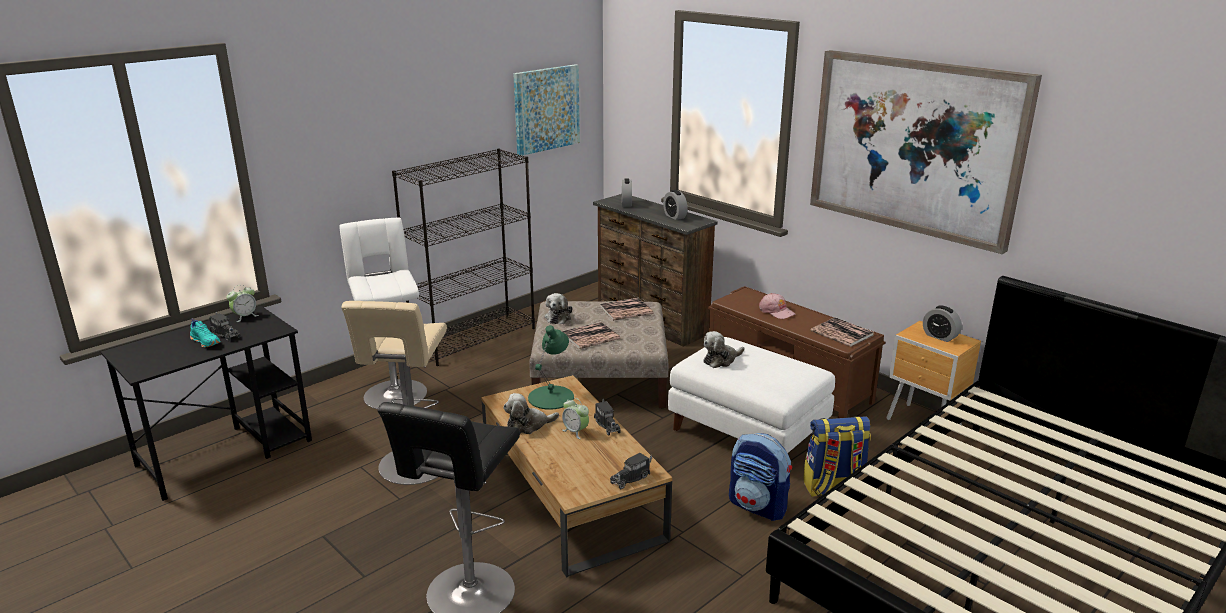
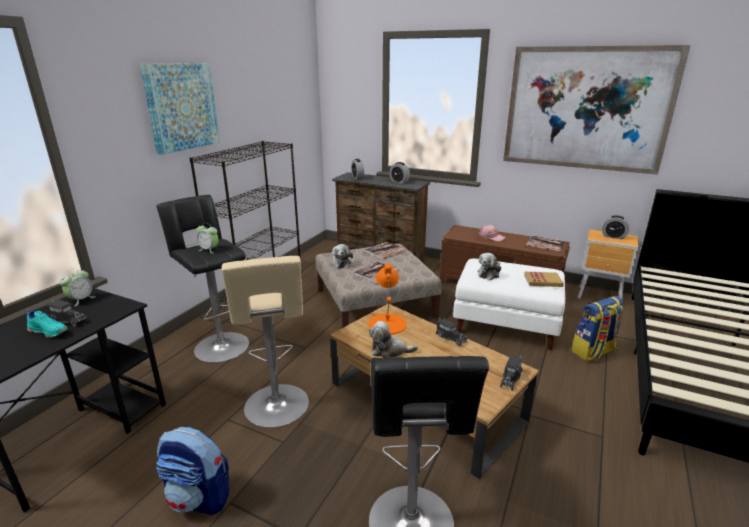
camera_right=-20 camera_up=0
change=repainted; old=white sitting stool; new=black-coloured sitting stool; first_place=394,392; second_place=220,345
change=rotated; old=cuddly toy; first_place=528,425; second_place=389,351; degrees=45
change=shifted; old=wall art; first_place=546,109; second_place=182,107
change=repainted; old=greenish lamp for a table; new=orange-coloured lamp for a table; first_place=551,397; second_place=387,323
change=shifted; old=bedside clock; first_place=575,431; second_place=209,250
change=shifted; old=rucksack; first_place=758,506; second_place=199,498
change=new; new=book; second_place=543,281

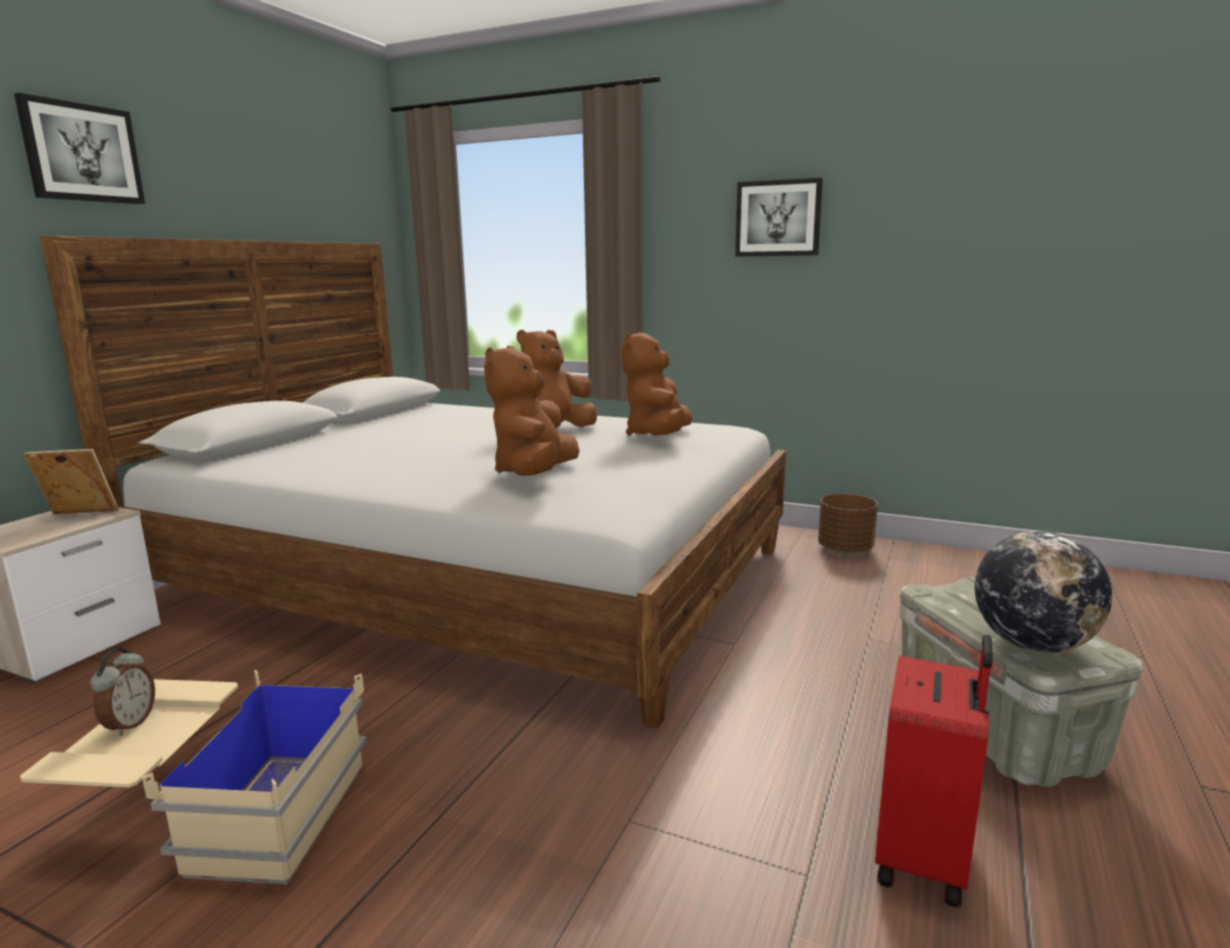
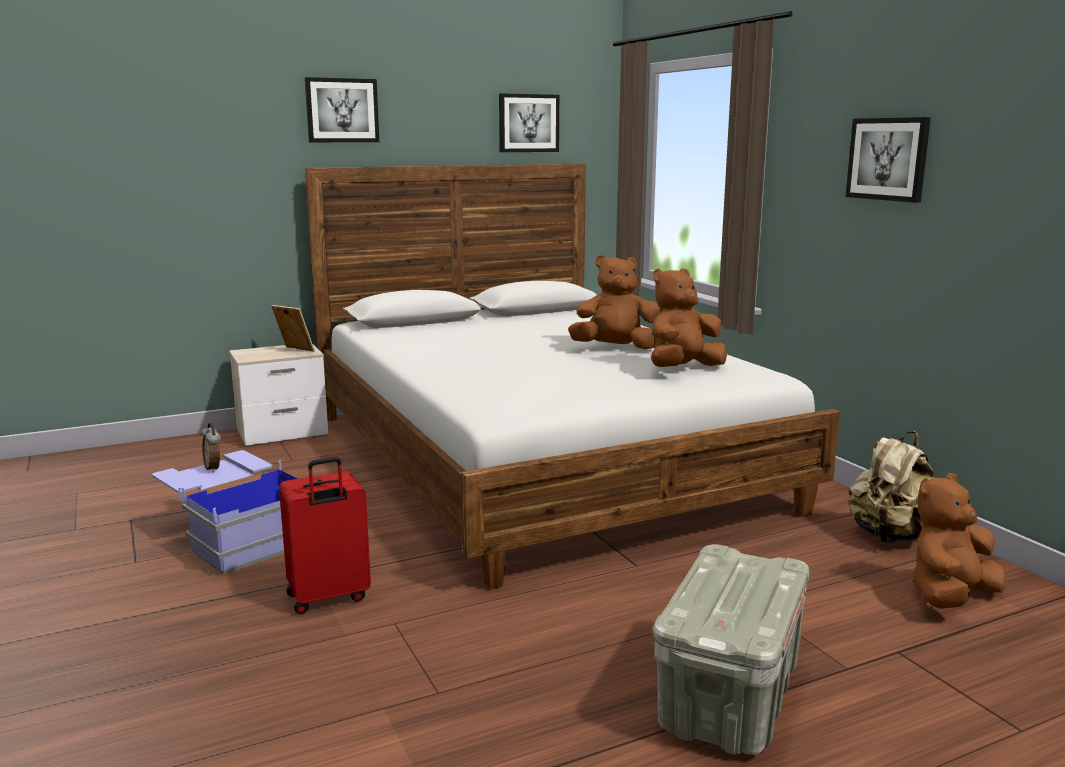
camera_right=40 camera_up=0
change=repainted; old=beige storage container; new=bluish storage container; first_place=220,815; second_place=237,536
change=rotated; old=bedside clock; first_place=129,724; second_place=214,468; degrees=105
change=shifted; old=brown cuddly toy; first_place=534,474; second_place=950,597
change=swapped; old=brown plant pot; new=beige rucksack; first_place=845,550; second_place=889,536
change=shifted; old=red-coloured suitcase; first_place=924,858; second_place=328,598
change=gone; old=desk globe; first_place=1032,645
change=new; new=wall art; second_place=528,123

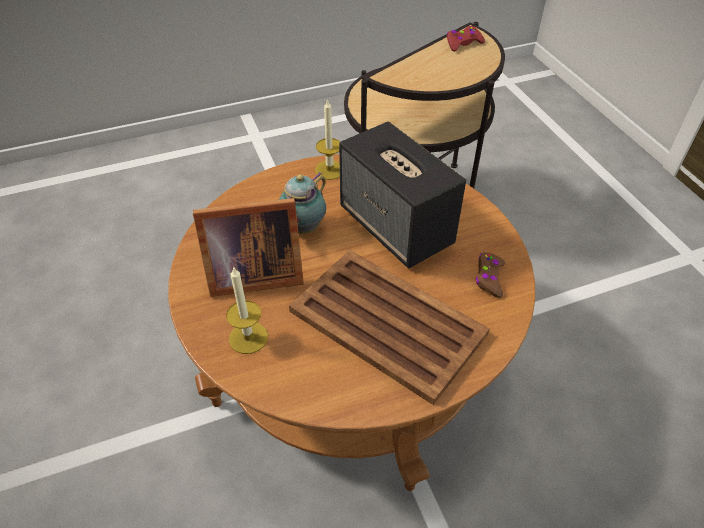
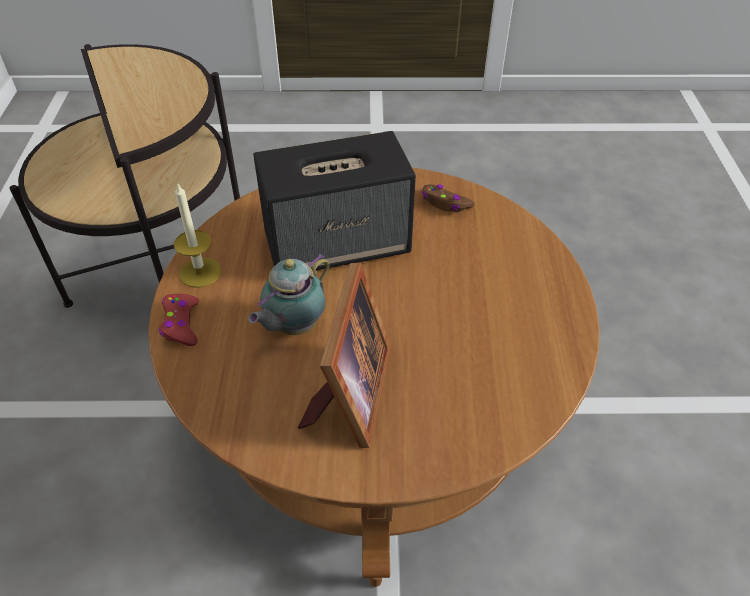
camera_right=-70 camera_up=0
change=gone; old=candle; first_place=248,337
change=rotated; old=pot for tea; first_place=302,229; second_place=293,326; degrees=75
change=gone; old=brown serving tray; first_place=385,321
change=shifted; old=red-coloured game controller; first_place=463,43; second_place=181,324

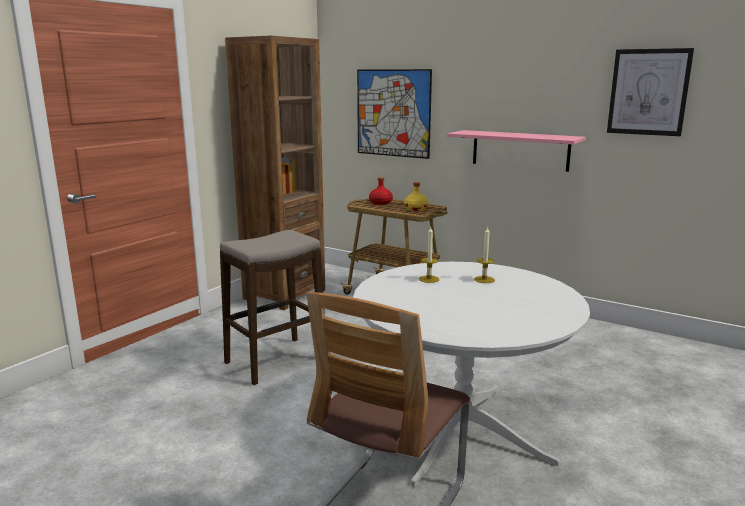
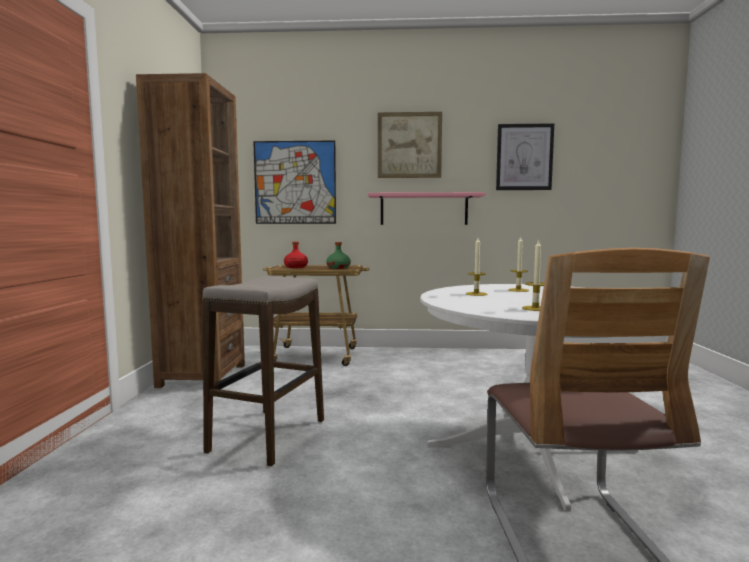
camera_right=-30 camera_up=-10
change=repainted; old=yellow beverage bottle; new=greenish beverage bottle; first_place=416,209; second_place=338,268
change=new; new=wall art; second_place=409,145
change=new; new=candle; second_place=535,308

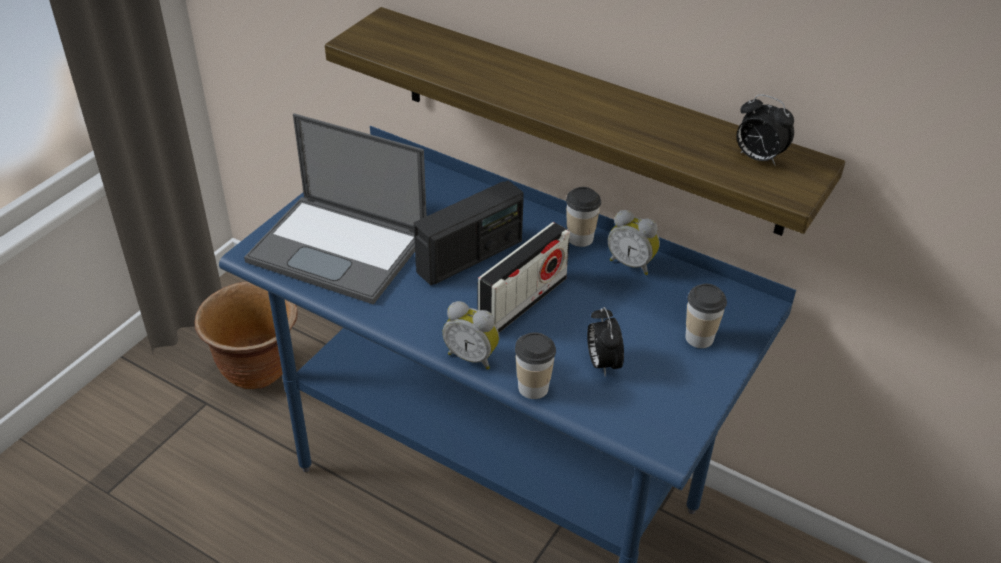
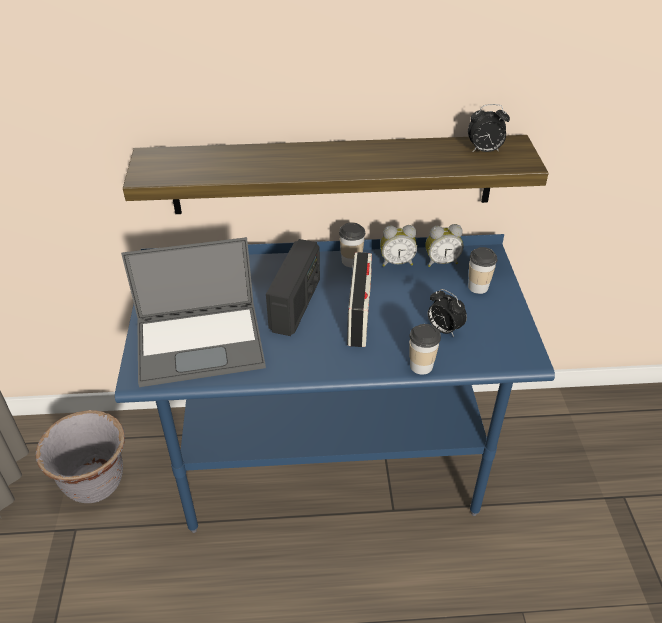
camera_right=-35 camera_up=0
change=repainted; old=brown plant pot; new=gray plant pot; first_place=257,370; second_place=95,483
change=shifted; old=bedside clock; first_place=472,356; second_place=441,262

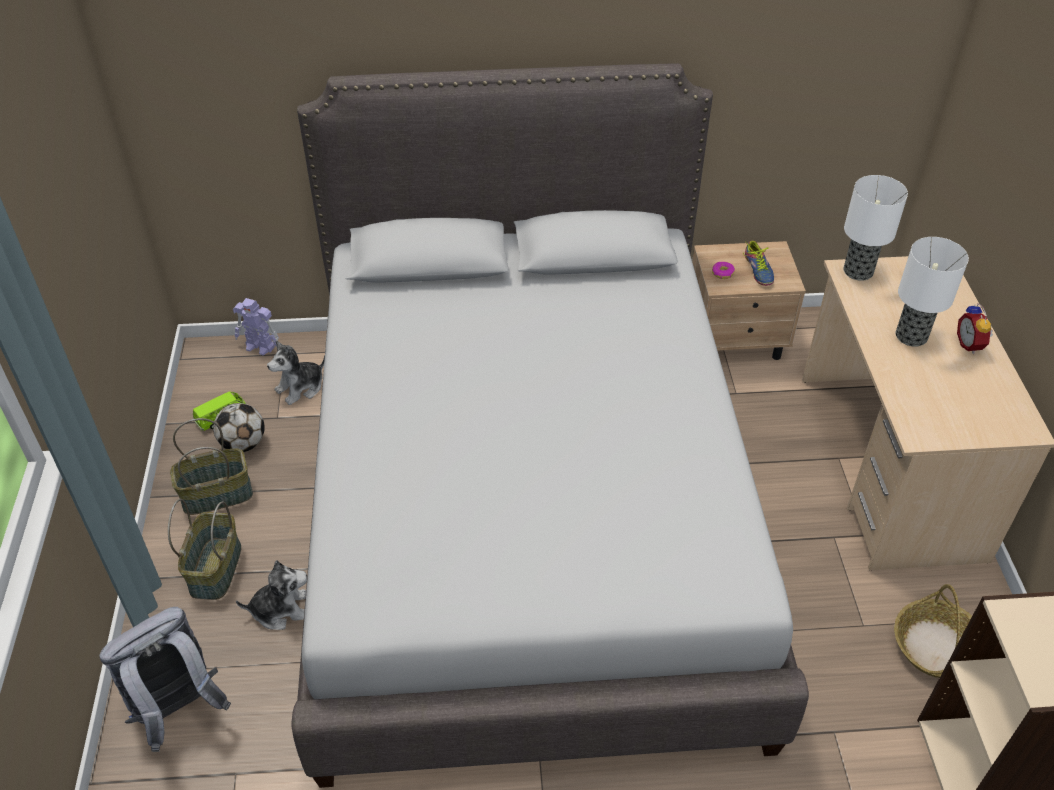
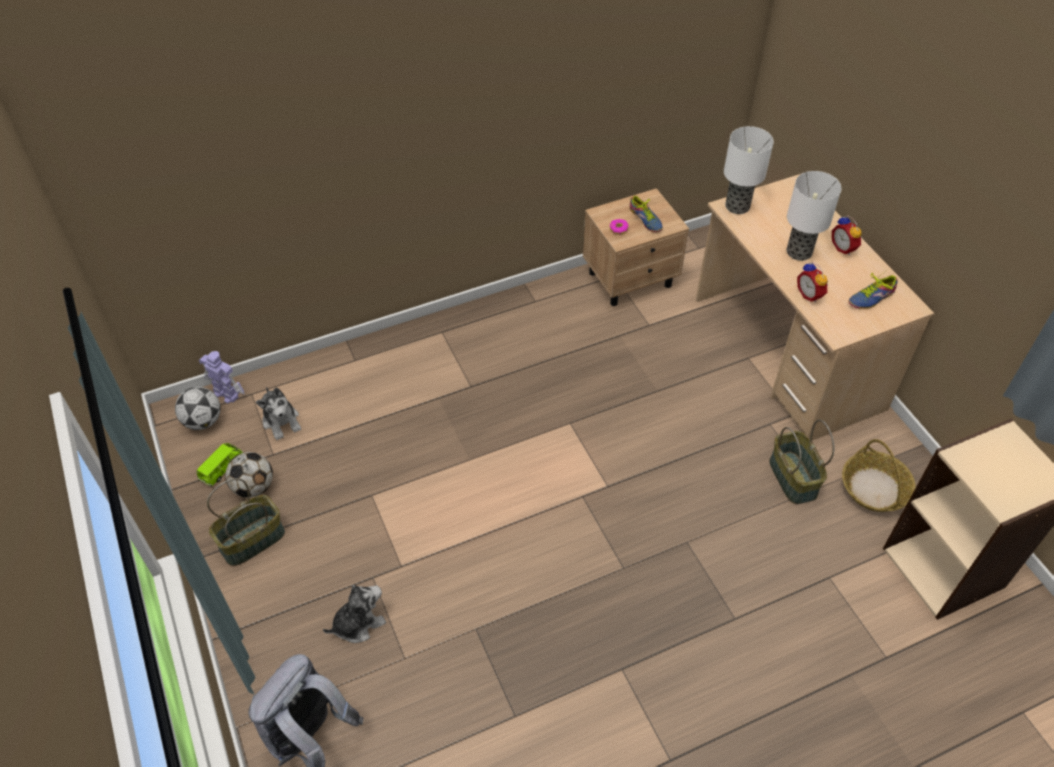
camera_right=-20 camera_up=5
change=shifted; old=basket; first_place=214,568; second_place=791,477
change=rotated; old=robot figure; first_place=260,347; second_place=226,393; degrees=-150
change=rotated; old=cuddly toy; first_place=301,388; second_place=281,421; degrees=-60
change=gone; old=gray bedroom bed; first_place=527,513
change=new; new=ball for football; second_place=203,421
change=new; new=bedside clock; second_place=810,294
change=new; new=low shoe; second_place=869,296

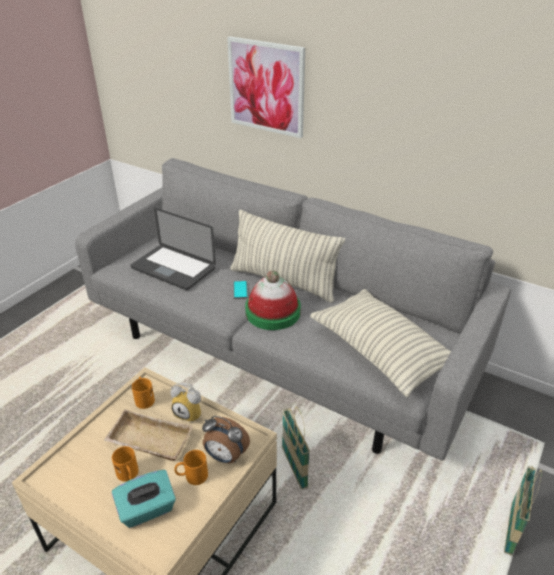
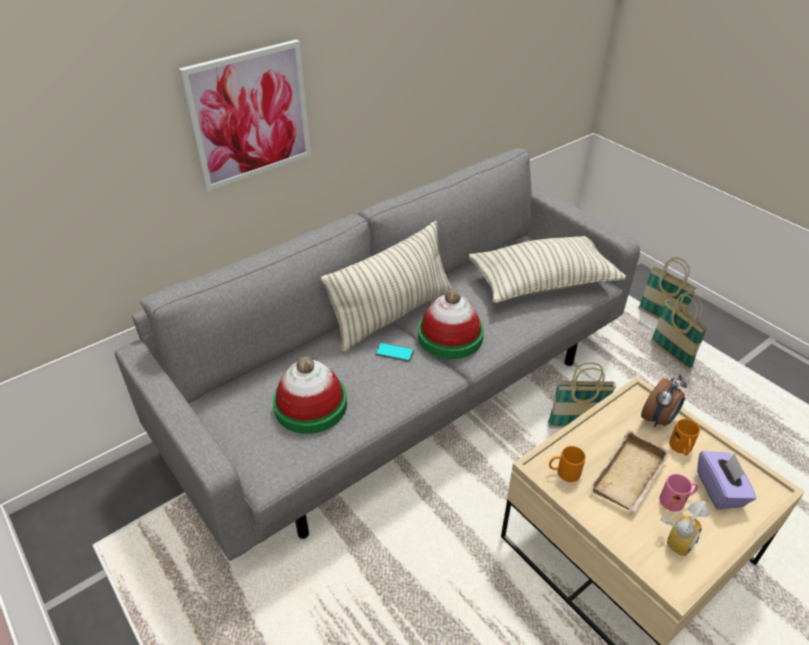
camera_right=-70 camera_up=5
change=repainted; old=orange-coloured mug; new=pink-coloured mug; first_place=129,475; second_place=676,500
change=repainted; old=turquoise-coloured box of tissues; new=purplish box of tissues; first_place=147,509; second_place=720,490
change=swapped; old=laptop; new=clothing hat; first_place=173,268; second_place=310,405
change=shifted; old=bedside clock; first_place=190,413; second_place=675,538
change=new; new=basket; second_place=670,355

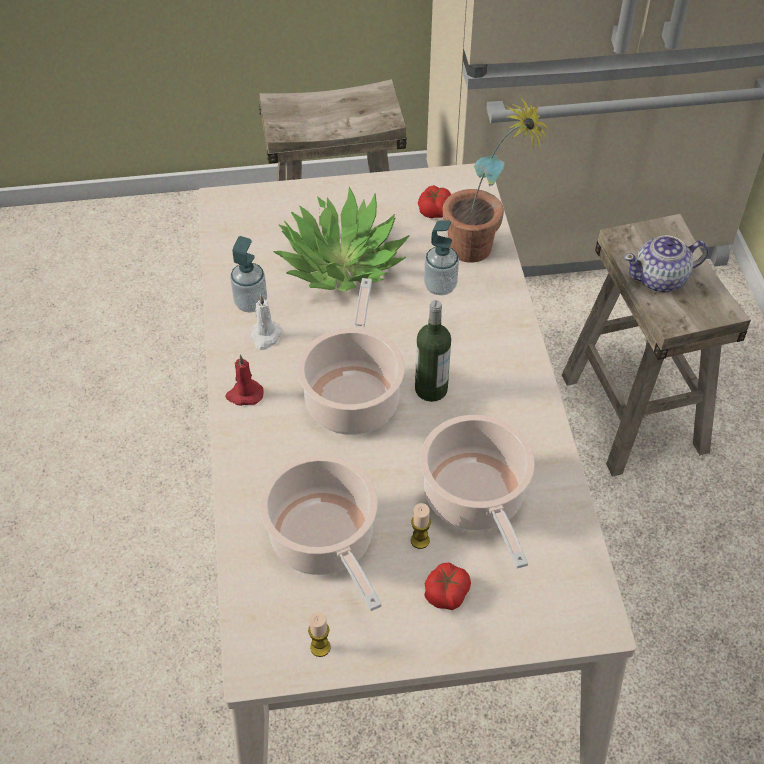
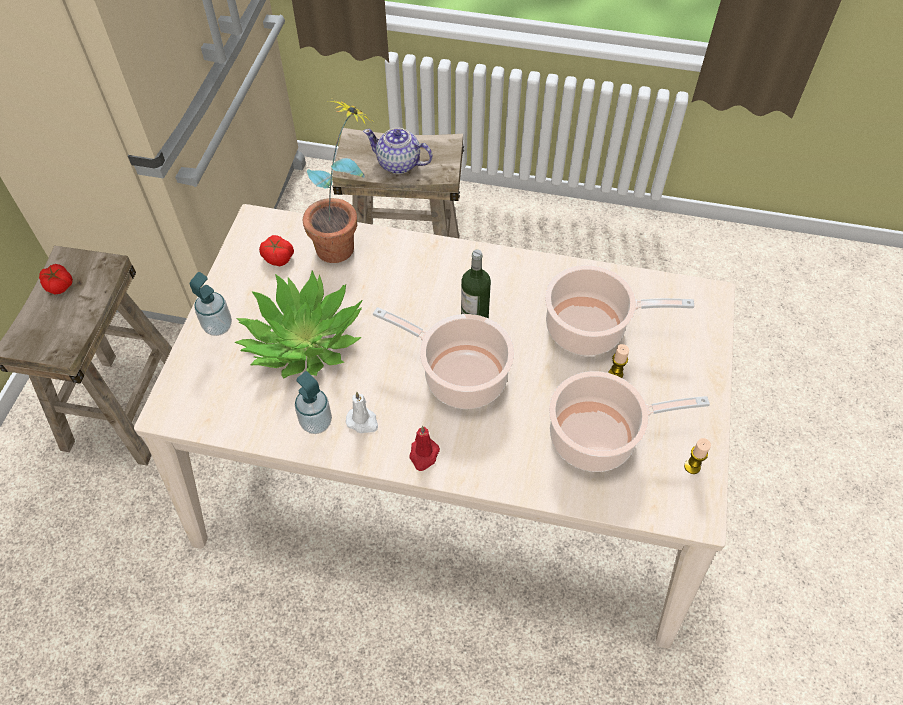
camera_right=-70 camera_up=5
change=shifted; old=soap bottle; first_place=440,286; second_place=218,326
change=shifted; old=tomato; first_place=446,593; second_place=58,285
change=rotated; old=pot for tea; first_place=660,279; second_place=399,164; degrees=105

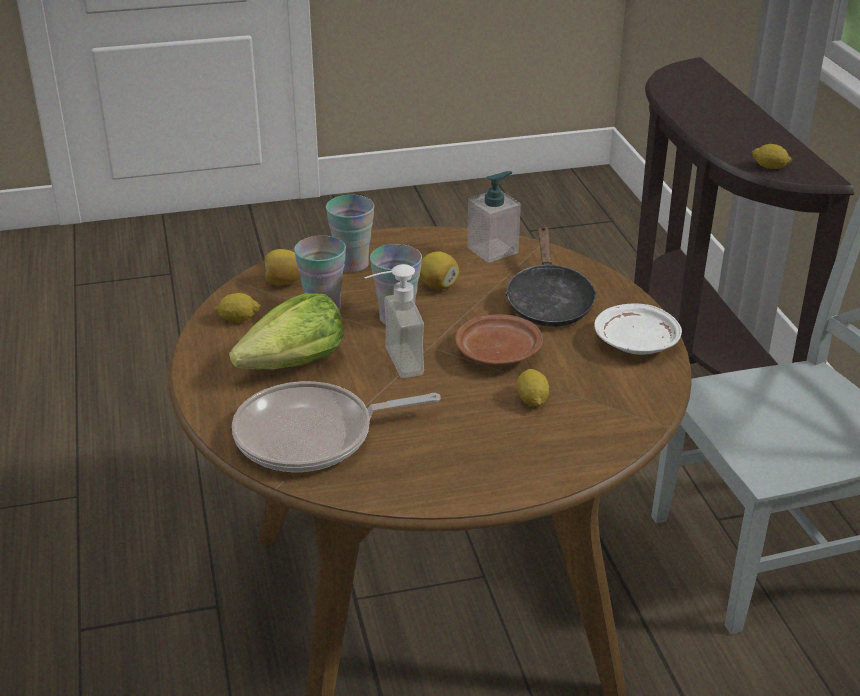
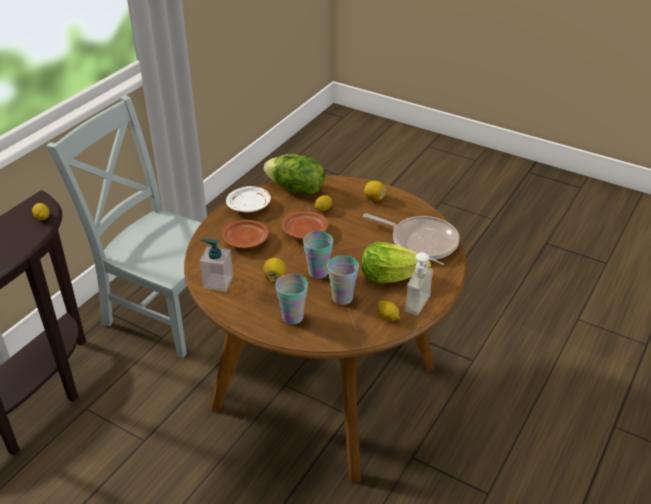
camera_right=-135 camera_up=5
change=shifted; old=whole lemon; first_place=283,282; second_place=374,198
change=shifted; old=soap bottle; first_place=392,363; second_place=424,306
change=swapped; old=black-coloured skillet; new=brown dinner plate; first_place=548,302; second_place=246,241
change=new; new=head of lettuce; second_place=295,189

